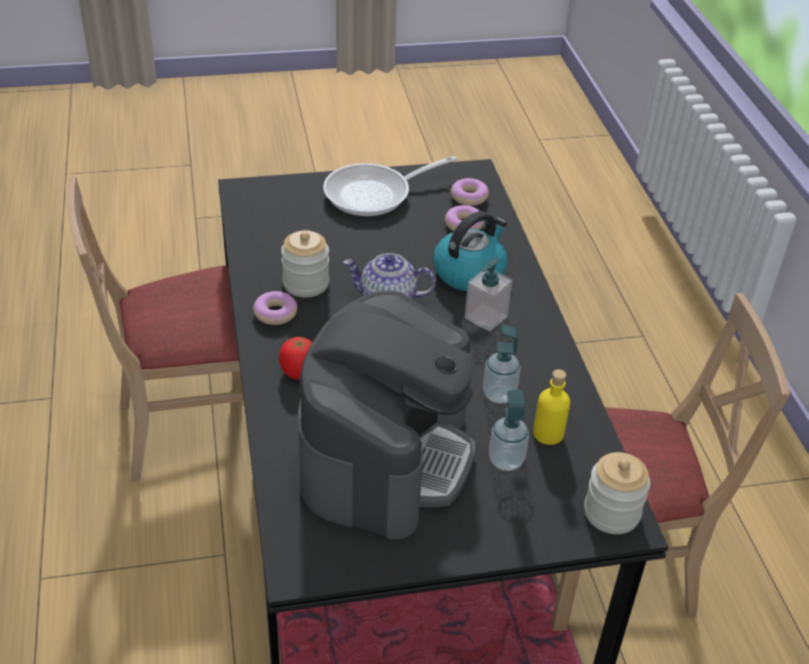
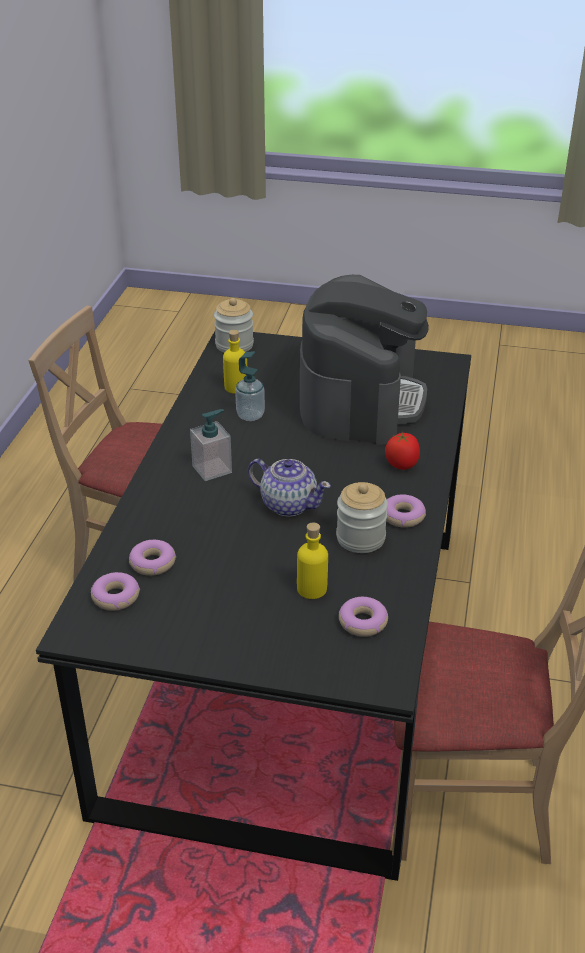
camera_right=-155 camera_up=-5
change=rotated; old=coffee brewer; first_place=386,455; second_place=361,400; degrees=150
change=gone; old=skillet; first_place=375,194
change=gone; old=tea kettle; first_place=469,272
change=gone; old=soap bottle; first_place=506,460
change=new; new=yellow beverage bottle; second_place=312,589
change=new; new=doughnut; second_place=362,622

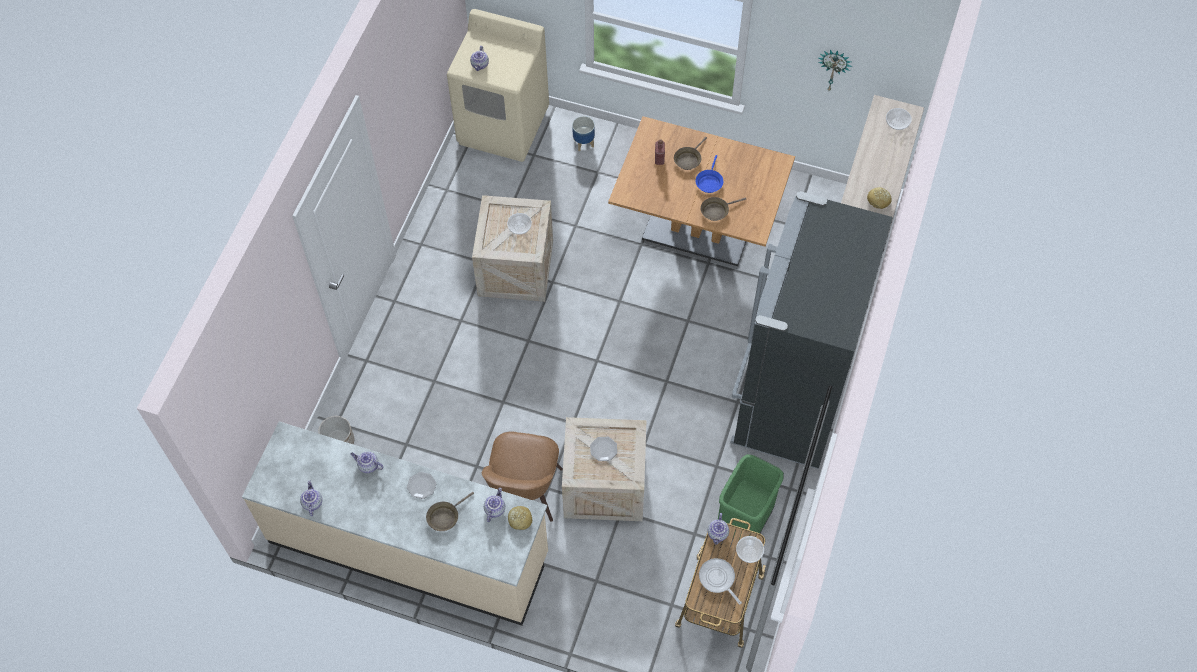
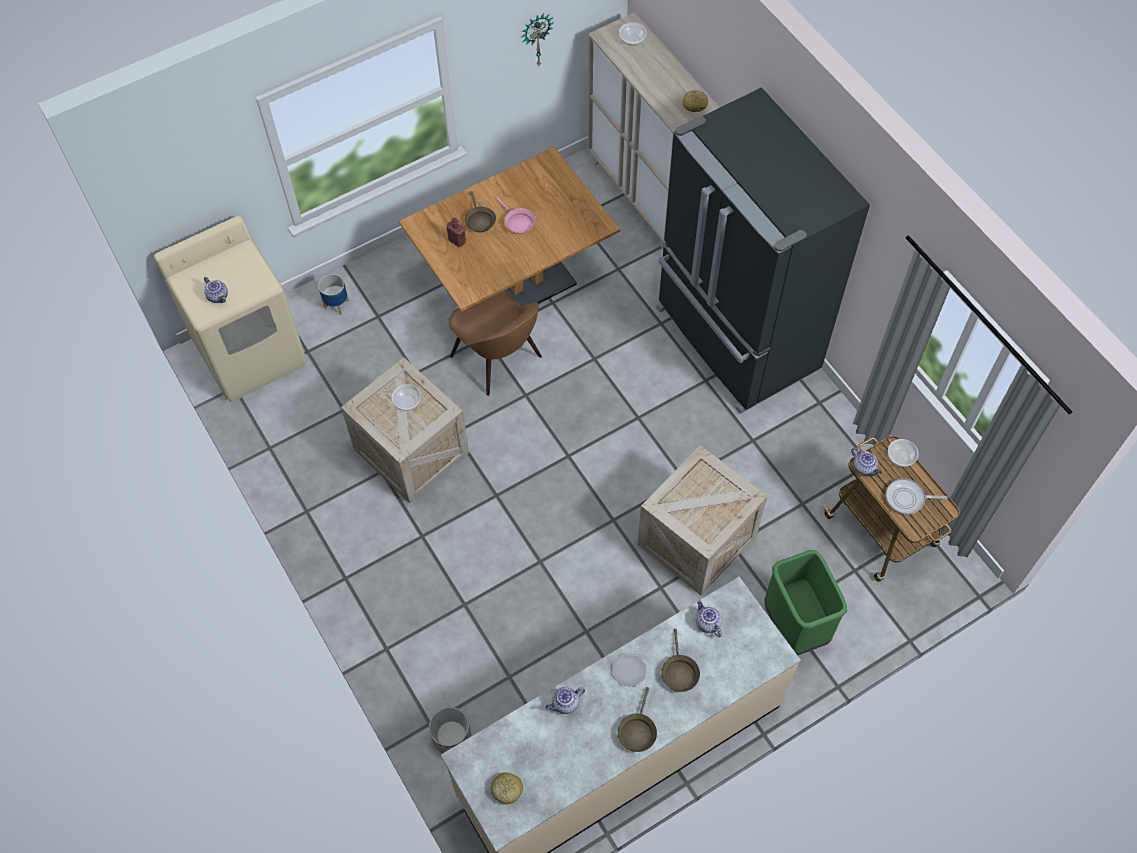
camera_right=-50 camera_up=0
change=gone; old=pot for tea; first_place=312,503
change=shifted; old=brown chair; first_place=523,493; second_place=498,359
change=shifted; old=bakery bread; first_place=520,519; second_place=506,790
change=gone; old=dinner plate; first_place=604,449
change=repainted; old=bluish skillet; new=pink-coloured skillet; first_place=709,182; second_place=518,222
change=shifted; old=brown skillet; first_place=716,210; second_place=637,731
change=shifted; old=greenish waste bin; first_place=744,521; second_place=795,625

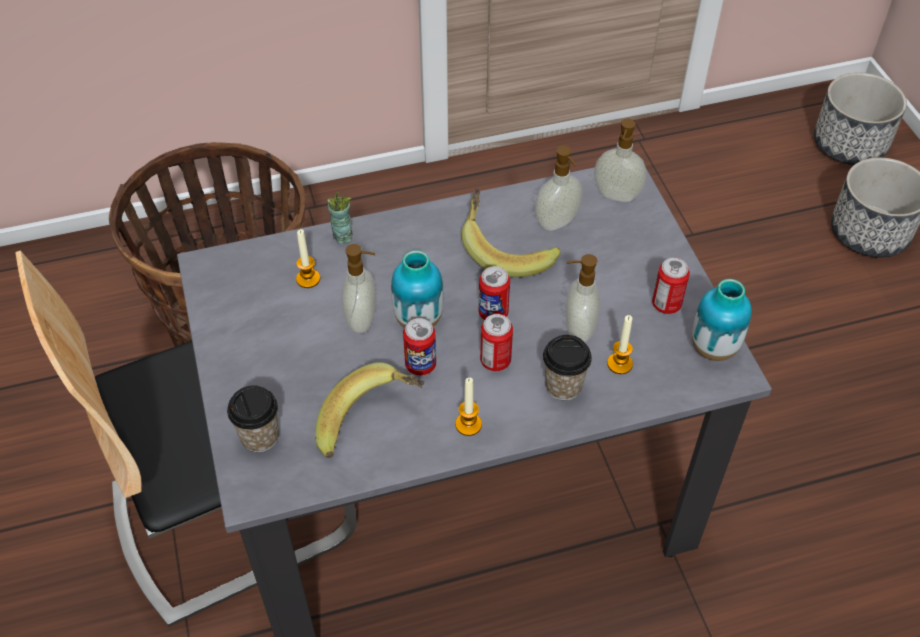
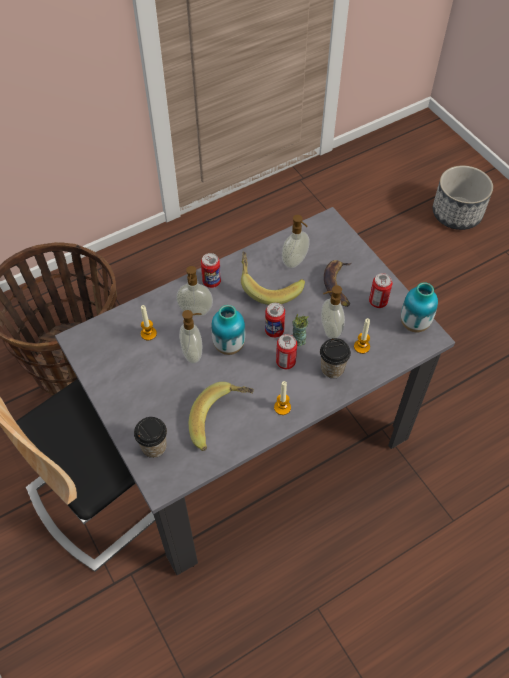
camera_right=-15 camera_up=5
change=shifted; old=drinking cup; first_place=342,236; second_place=298,340
change=shifted; old=metal can; first_place=420,365; second_place=211,281
change=shifted; old=soap bottle; first_place=616,196; second_place=195,312
change=gone; old=plant pot; first_place=849,144
change=new; new=whole banana; second_place=337,284

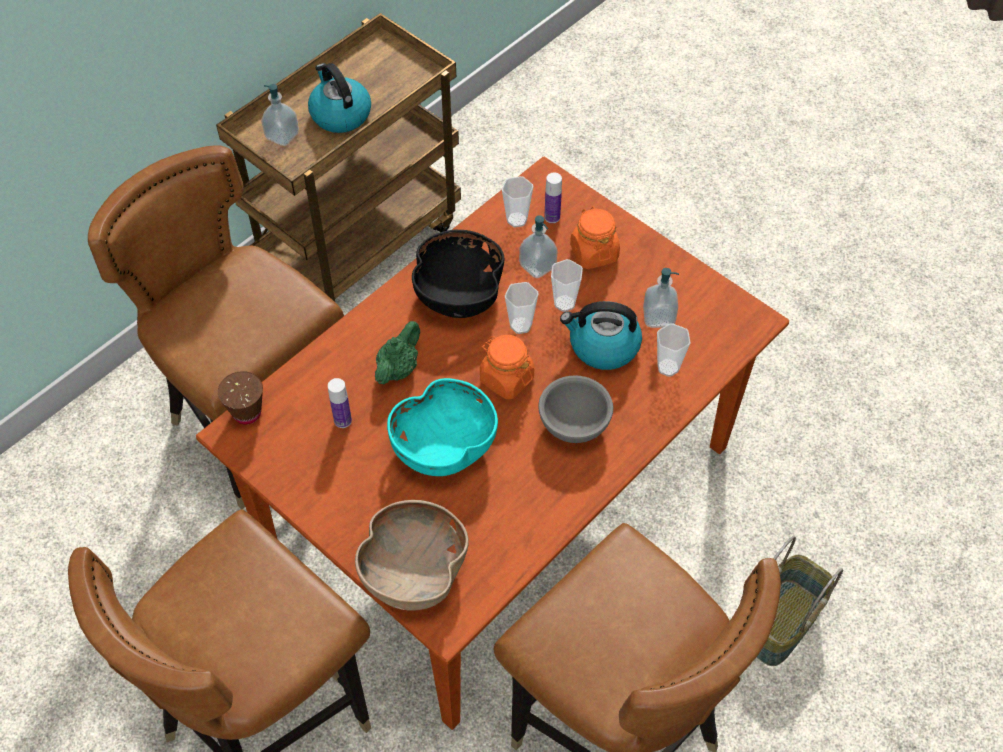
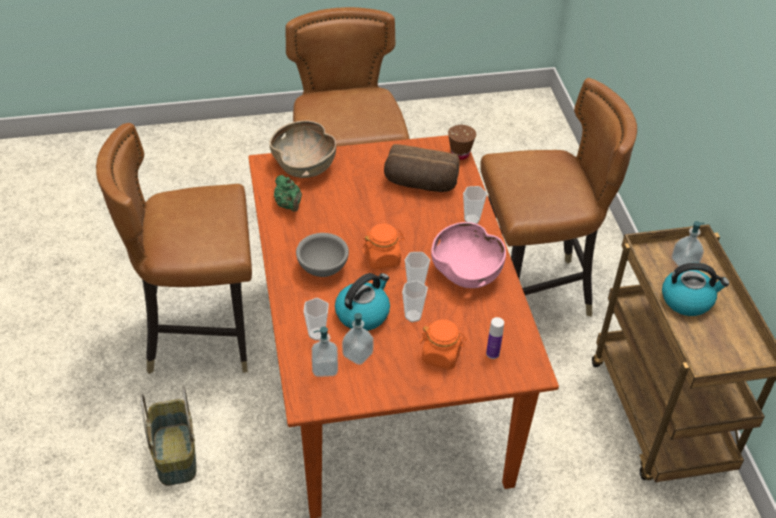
camera_right=125 camera_up=-10
change=swapped; old=beverage bottle; new=bakery bread; first_place=342,420; second_place=420,184
change=shifted; old=greenish pot for tea; first_place=398,368; second_place=289,205
change=gone; old=turquoise-coloured bowl; first_place=444,447
change=repainted; old=black-coloured bowl; new=pink-coloured bowl; first_place=458,294; second_place=467,272
change=shifted; old=drinking cup; first_place=517,220; second_place=472,219
change=shifted; old=soap bottle; first_place=537,266; second_place=325,368

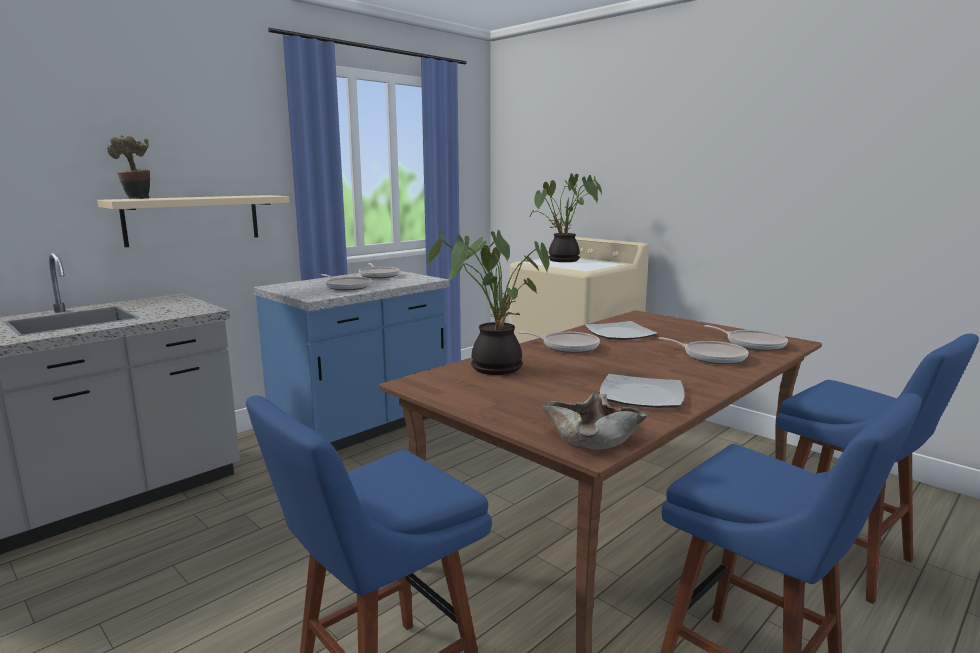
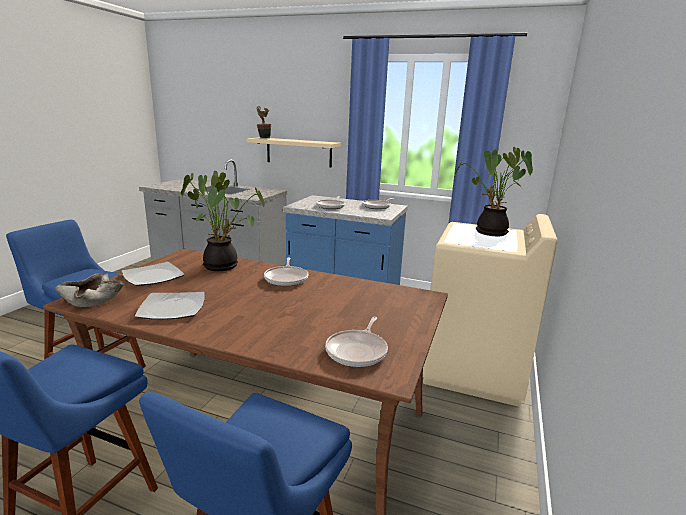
camera_right=65 camera_up=5
change=shifted; old=dinner plate; first_place=620,333; second_place=154,276
change=gone; old=skillet; first_place=711,356

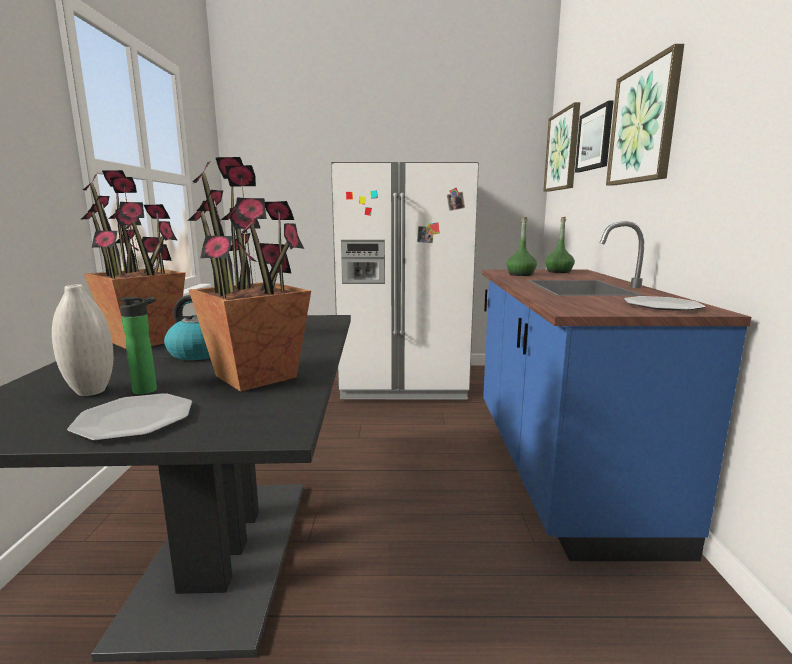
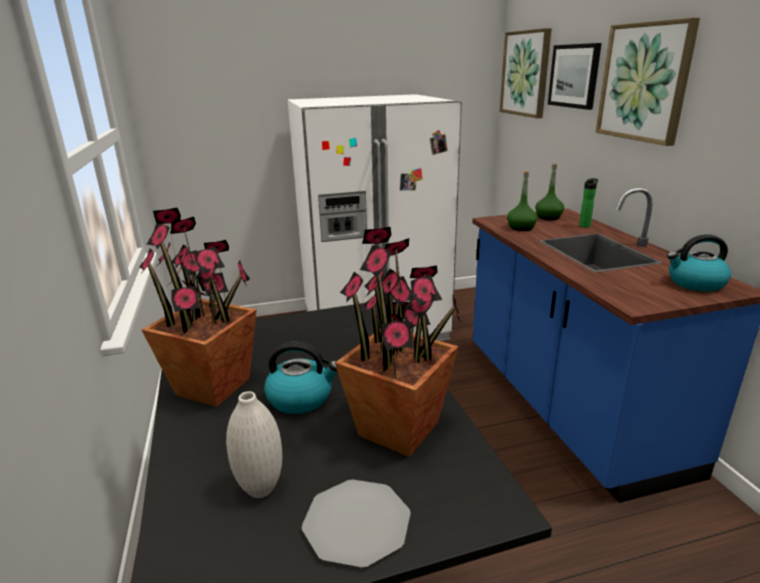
camera_right=-15 camera_up=10
change=shifted; old=beverage bottle; first_place=149,390; second_place=585,225
change=swapped; old=dinner plate; new=tea kettle; first_place=662,306; second_place=695,283

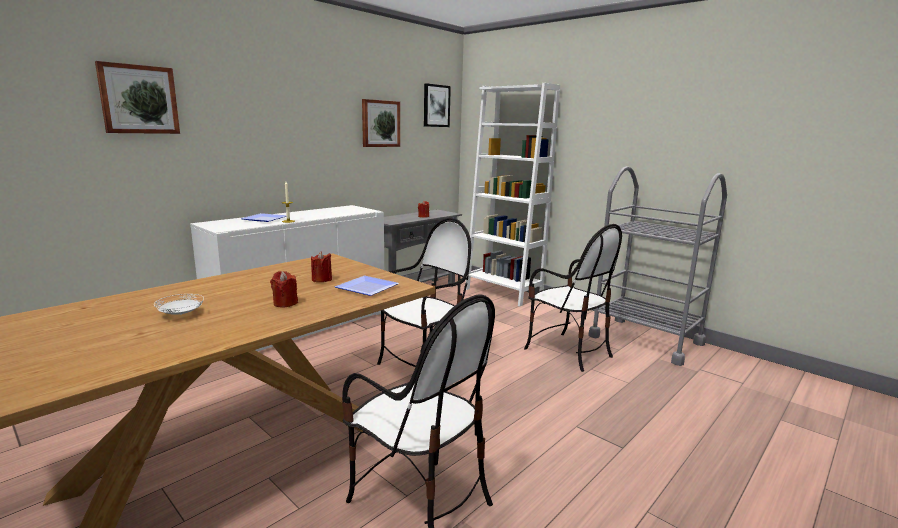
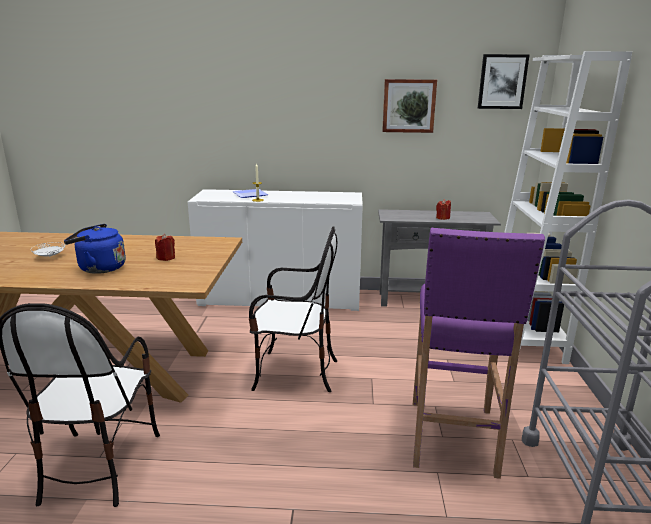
camera_right=50 camera_up=5
change=gone; old=wall art; first_place=139,99
change=swapped; old=red-coloured candle; new=bluish tea kettle; first_place=285,303; second_place=99,268
change=gone; old=dinner plate; first_place=369,288
change=swapped; old=chair; new=purplish sitting stool; first_place=567,351; second_place=453,438

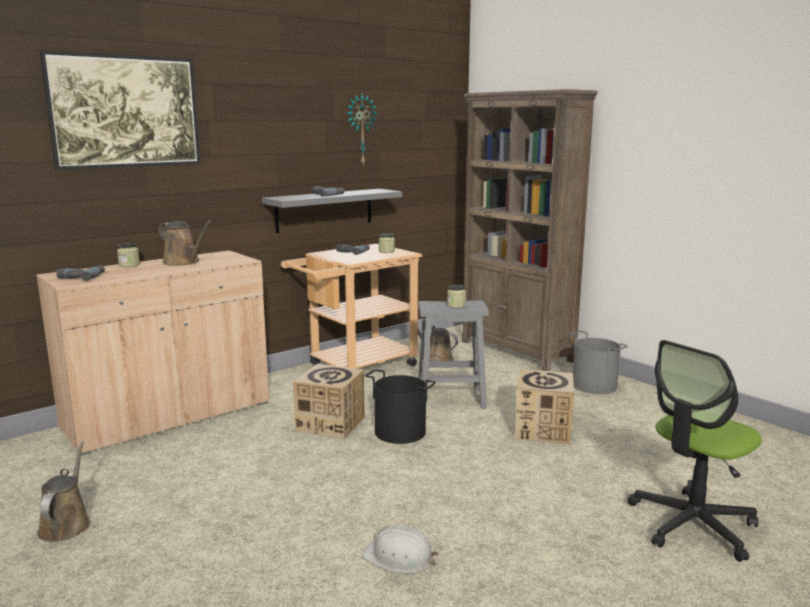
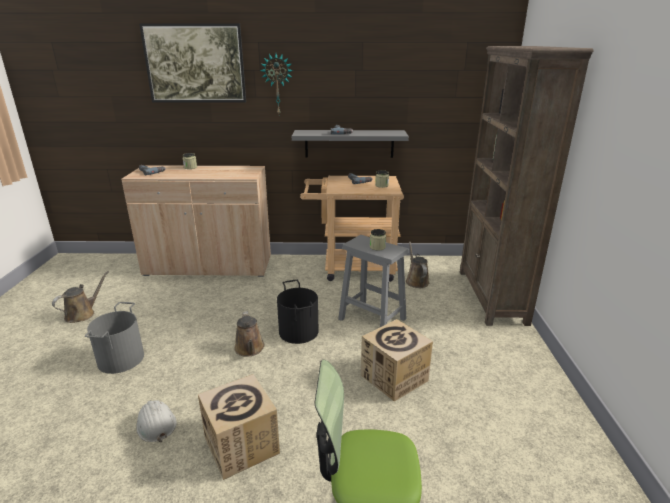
camera_right=40 camera_up=10
change=shifted; old=brown watering can; first_place=184,262; second_place=250,349
change=shifted; old=cardboard box; first_place=330,424; second_place=241,445
change=shifted; old=wall clock; first_place=360,129; second_place=277,84
change=shifted; old=gray bucket; first_place=594,385; second_place=121,359

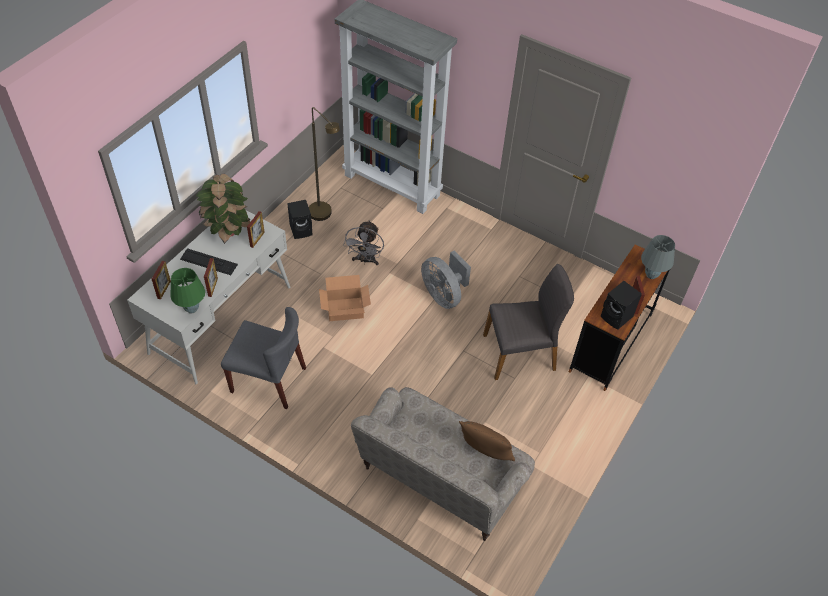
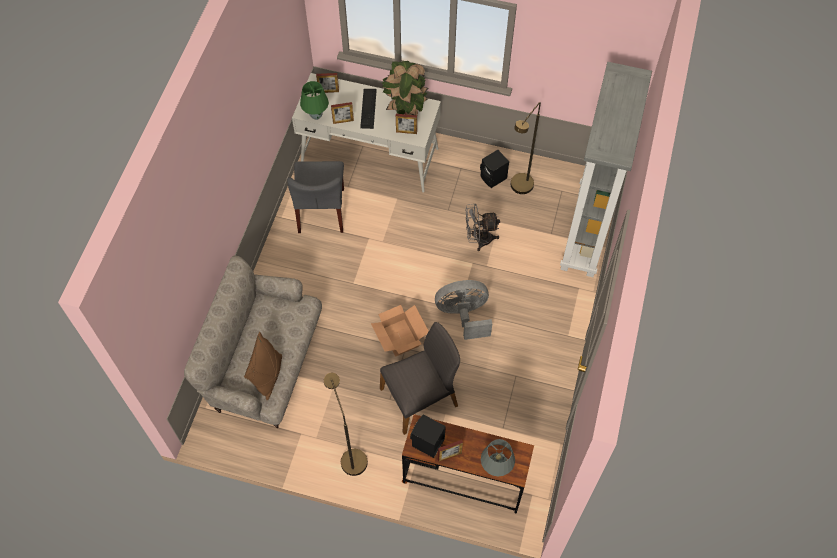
camera_right=75 camera_up=10
change=shifted; old=cardboard box; first_place=345,309; second_place=400,338
change=rotated; old=gray cooling fan; first_place=443,295; second_place=463,315; degrees=45
change=rotated; old=gray chair; first_place=520,353; second_place=420,397; degrees=-90
change=new; new=brown floor lamp; second_place=350,456

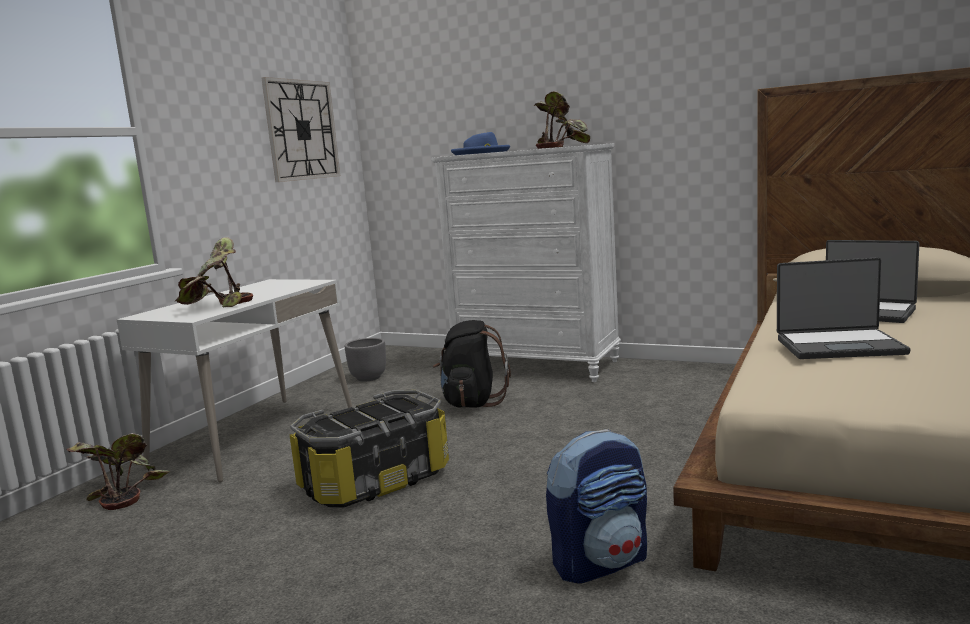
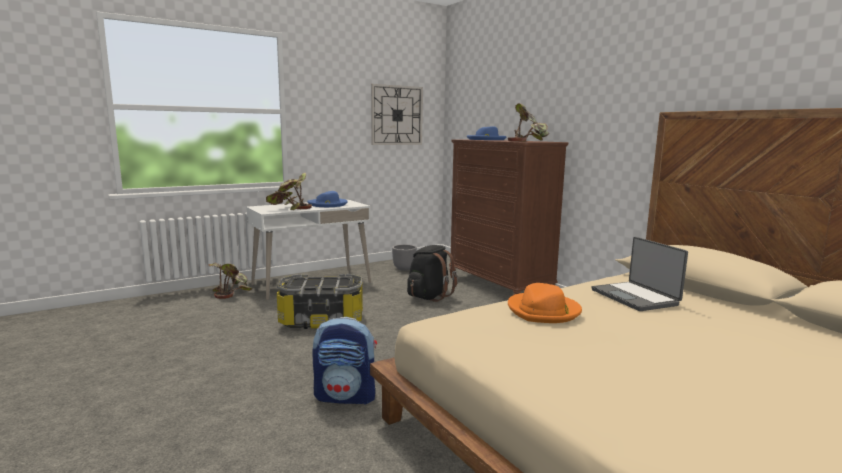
camera_right=30 camera_up=0
change=repainted; old=white dresser; new=brown dresser; first_place=536,366; second_place=499,286
change=swapped; old=laptop; new=orange-coloured clothing hat; first_place=839,346; second_place=544,311
change=new; new=bluish clothing hat; second_place=328,204

